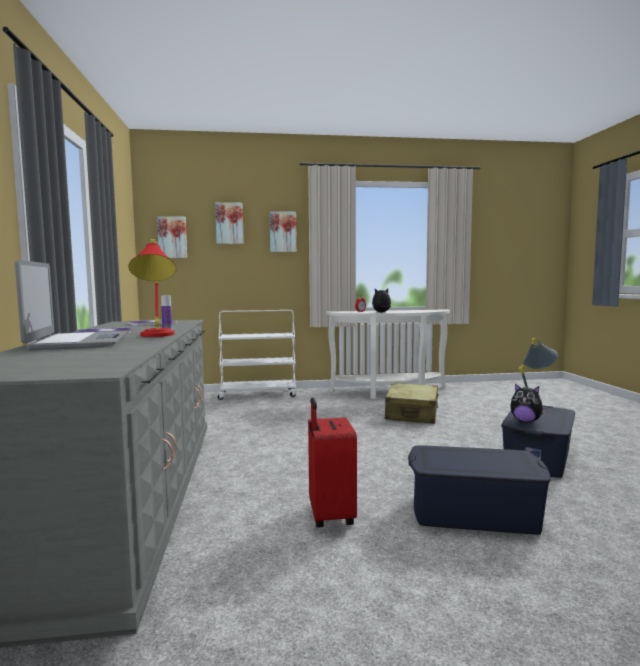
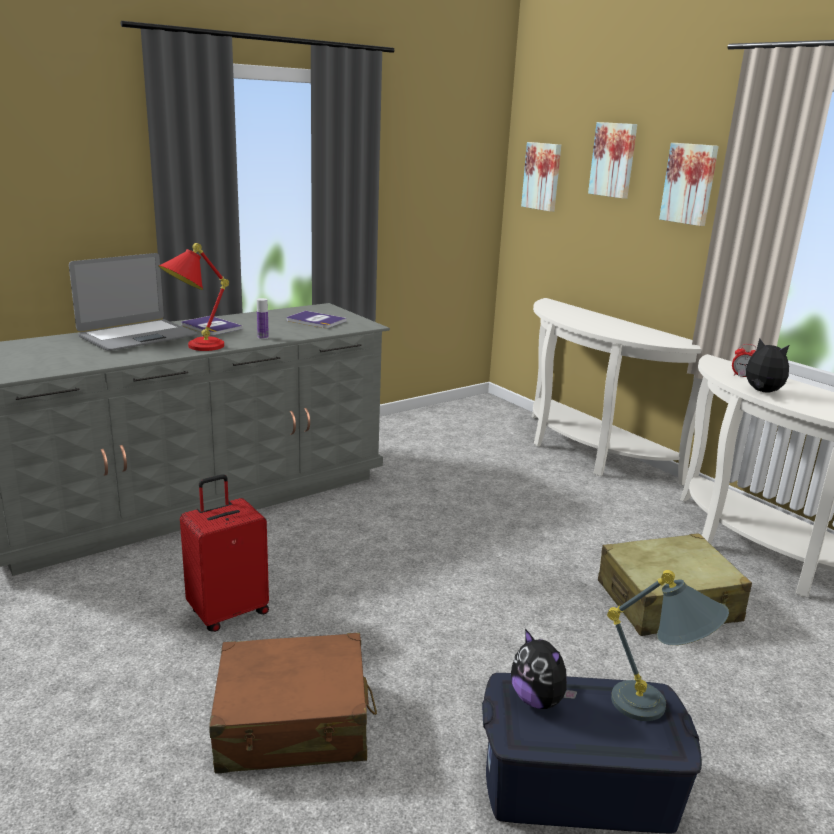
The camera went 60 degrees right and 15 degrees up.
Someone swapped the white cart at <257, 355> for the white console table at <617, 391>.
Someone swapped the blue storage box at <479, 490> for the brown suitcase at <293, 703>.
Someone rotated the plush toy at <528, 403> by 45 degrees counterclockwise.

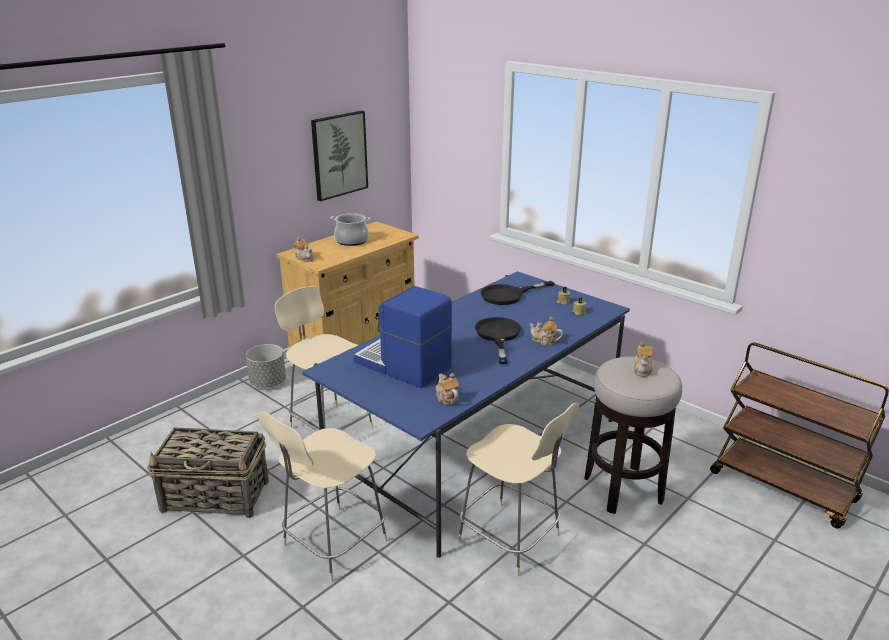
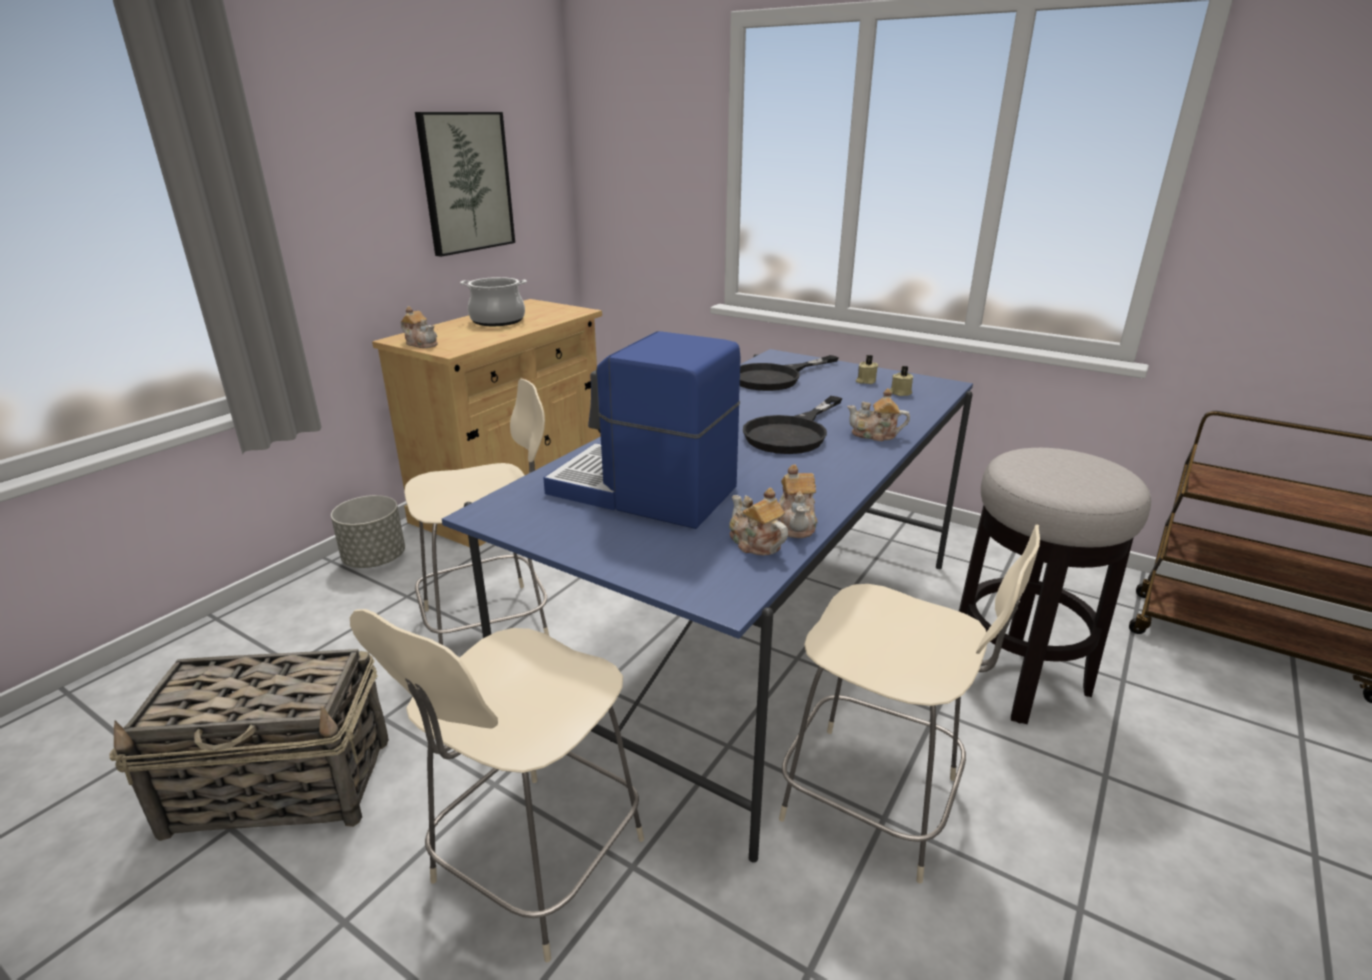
The camera went 10 degrees left and 0 degrees up.
Someone carried the teapot from <643, 359> to <798, 501>.
Someone rotated the beige chair at <324, 358> by 120 degrees clockwise.
Someone rotated the black frying pan at <498, 340> by 135 degrees counterclockwise.

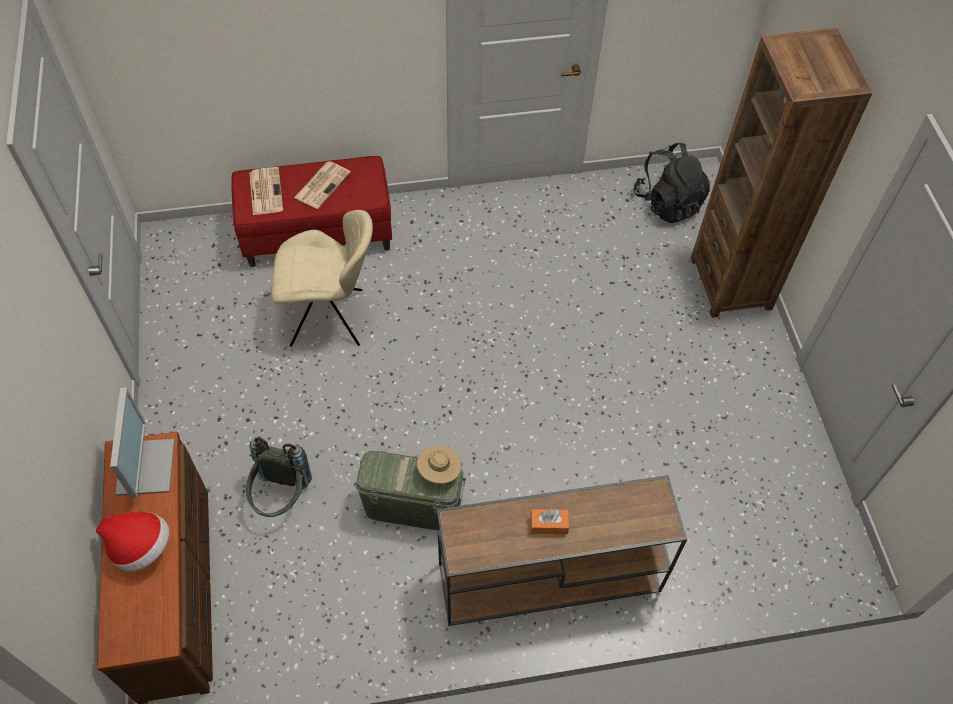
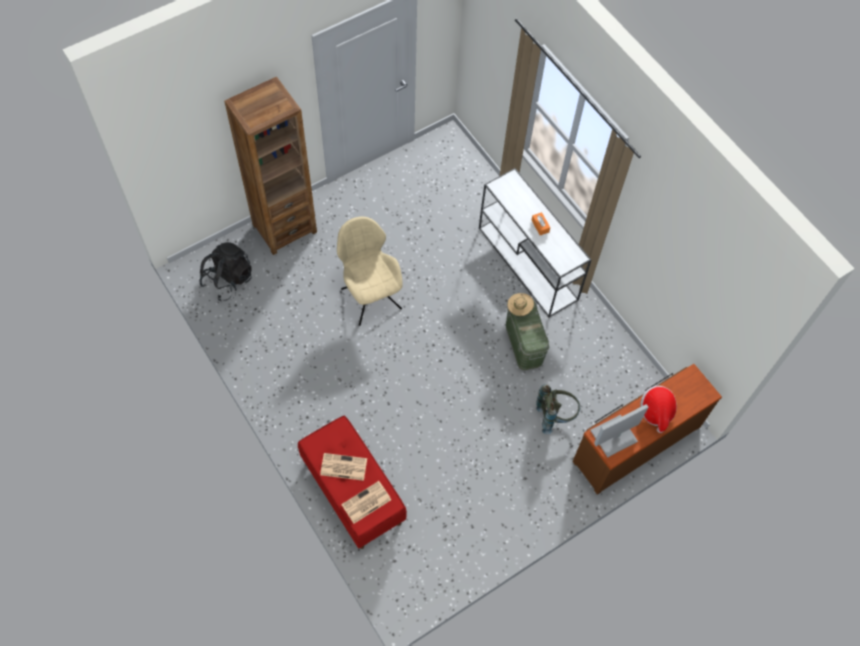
The camera went 115 degrees left and 5 degrees up.
Someone carried the beige chair from <322, 278> to <369, 271>.
Someone repainted the brown console table at <562, 550>, which became the white console table at <535, 242>.

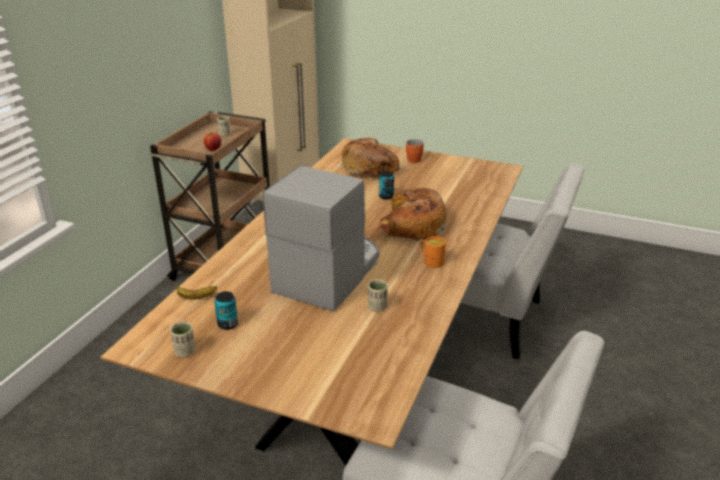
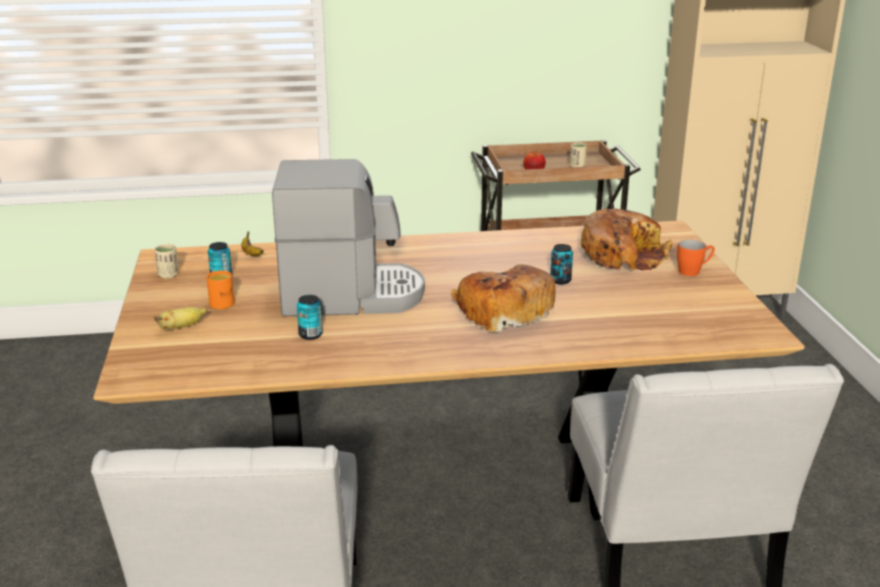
The camera went 60 degrees right and 5 degrees down.
Someone put down the banana at <180, 318>.
Someone carried the orange mug from <433, 252> to <220, 290>.
Someone swapped the beige cup at <378, 295> for the can at <310, 317>.

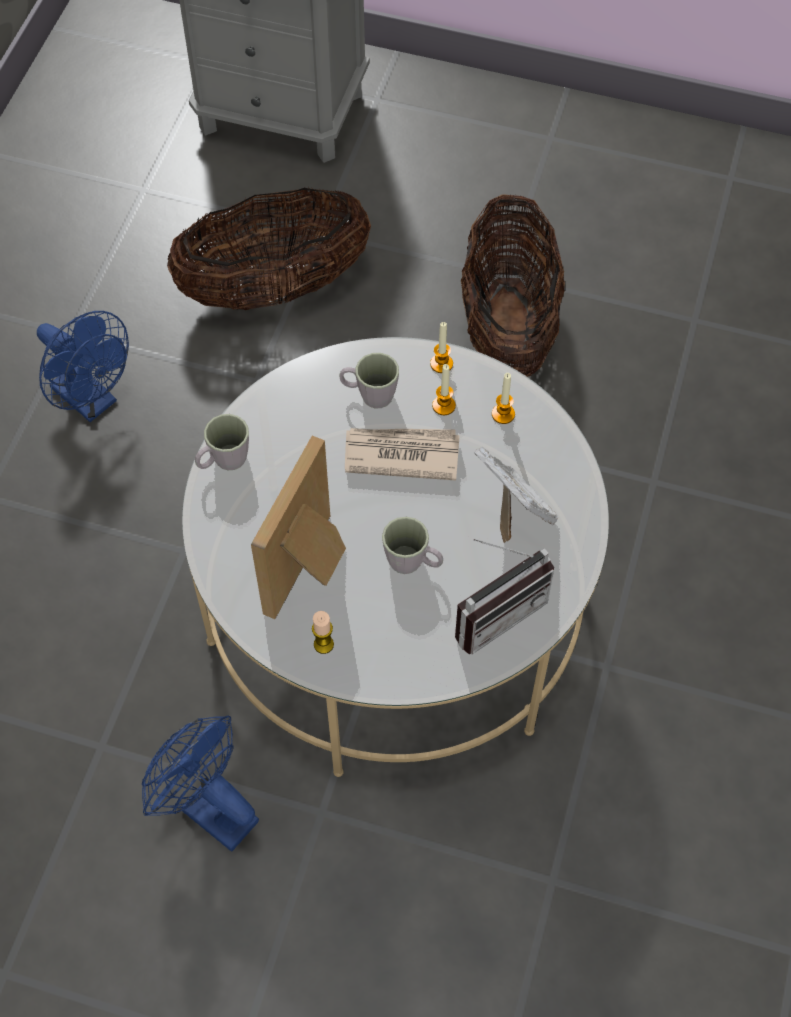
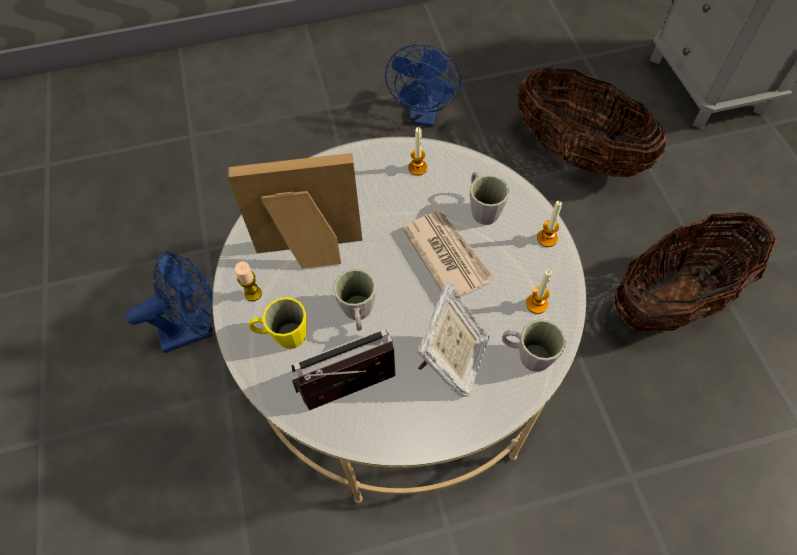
The camera went 60 degrees right and 0 degrees up.
Someone put down the yellow mug at <278, 323>.
Someone carried the grey mug from <222, 442> to <534, 345>.
Someone carried the candle from <444, 389> to <417, 151>.
Someone rotated the blue fan at <200, 784> by 60 degrees clockwise.
Someone rotated the radio at <504, 596> by 135 degrees clockwise.

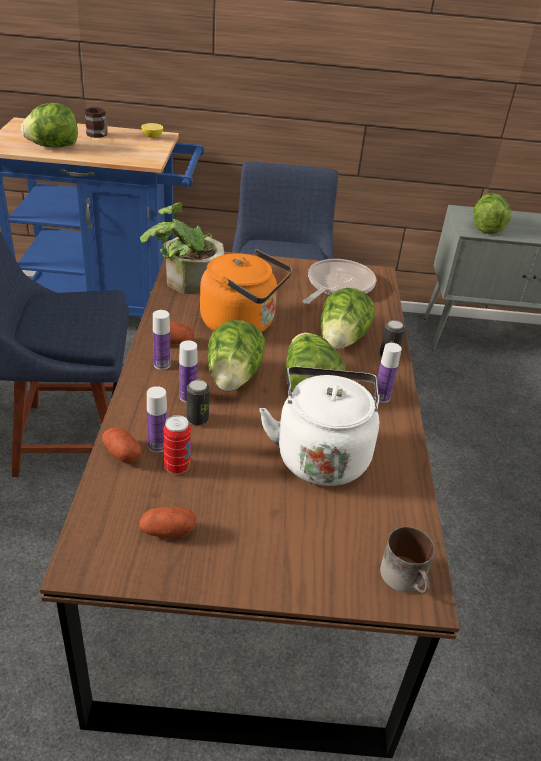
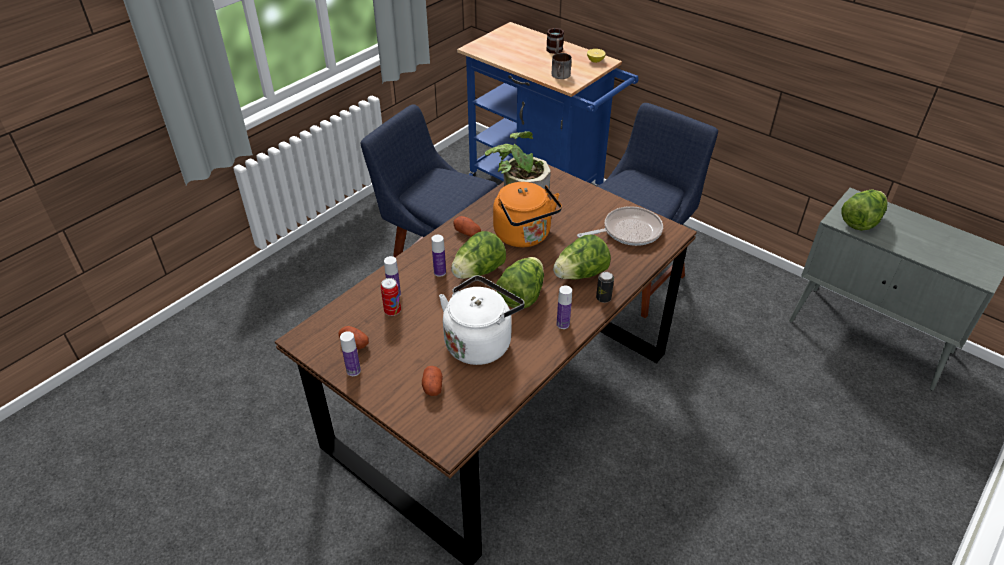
The camera went 40 degrees right and 5 degrees up.
Someone took away the lettuce at <49, 125>.
Someone took away the can at <198, 402>.
Someone carried the potato from <122, 445> to <432, 381>.
Someone carried the bottle from <162, 340> to <350, 353>.
Someone carried the mug from <407, 560> to <562, 66>.

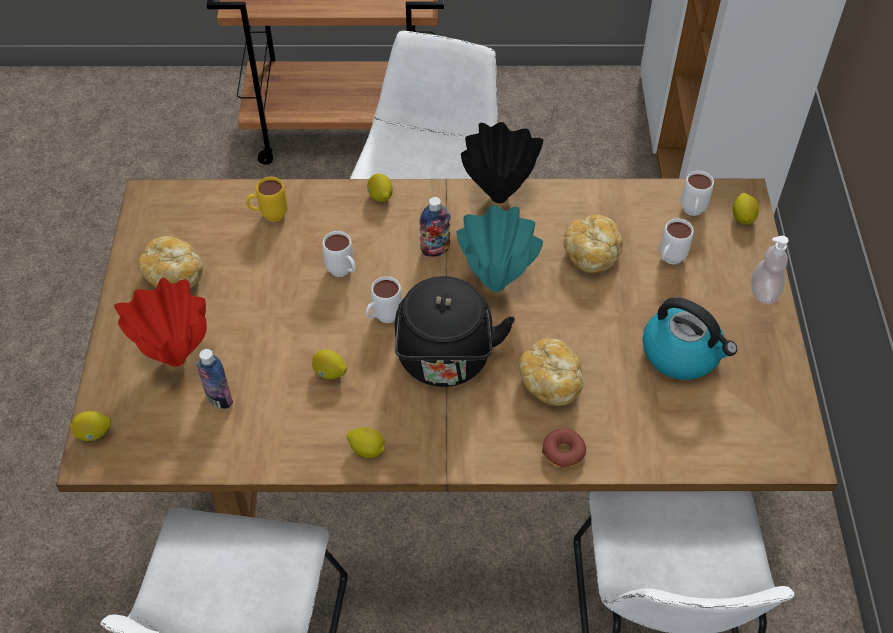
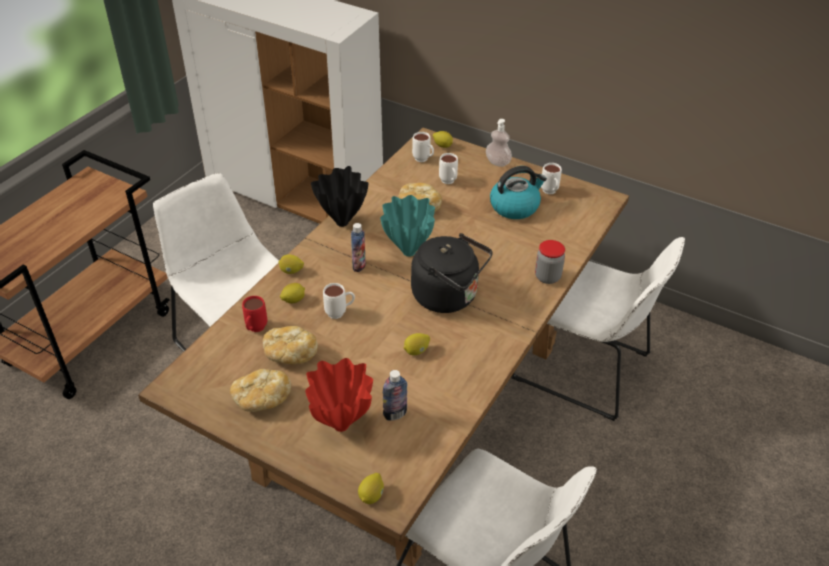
The camera went 60 degrees left and 10 degrees down.
Someone carried the lemon from <366, 442> to <292, 293>.
Someone carried the white mug from <383, 299> to <551, 178>.
Someone carried the bread from <551, 372> to <290, 345>.
Someone swapped the donut at <564, 448> for the jar at <550, 262>.
Someone repainted the yellow mug at <266, 199>, which became the red mug at <254, 314>.

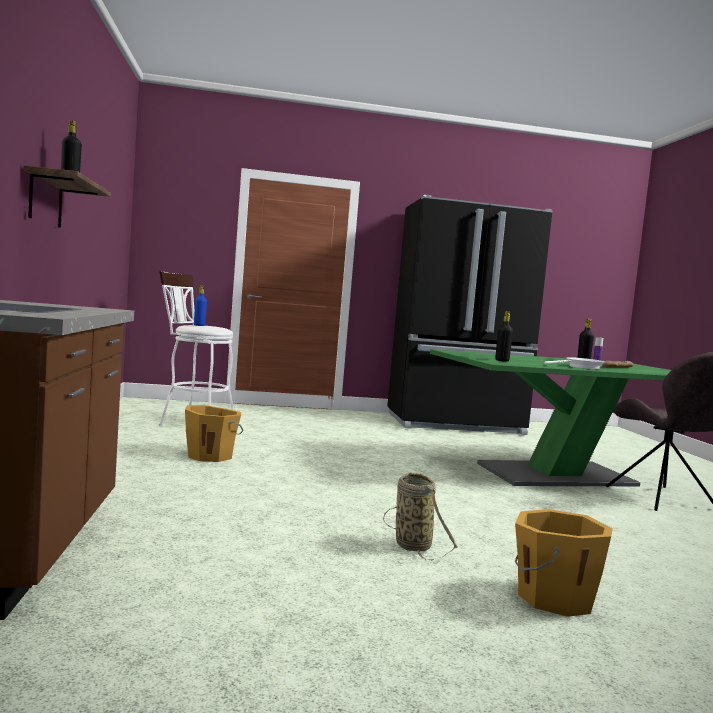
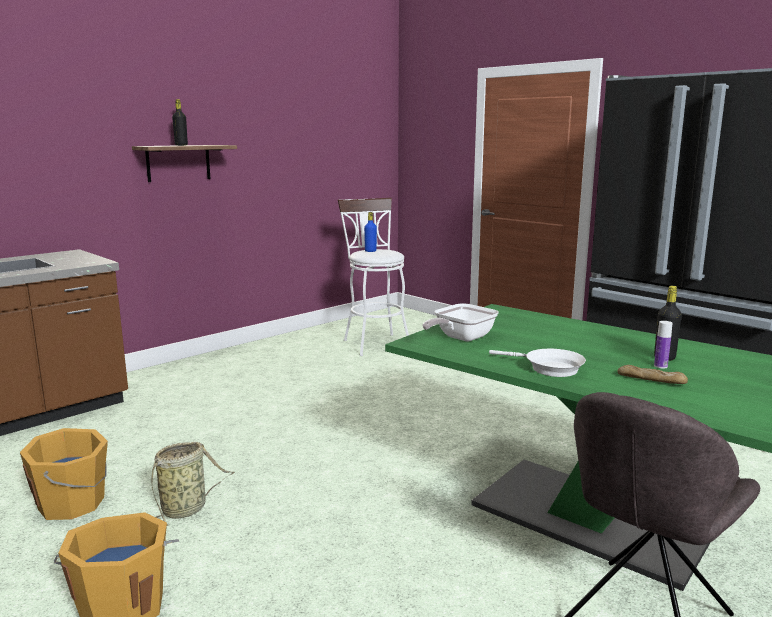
The camera went 55 degrees right and 10 degrees up.
Someone carried the orange bucket from <214, 433> to <64, 474>.
Someone swapped the black bottle at <504, 336> for the frying pan at <460, 322>.

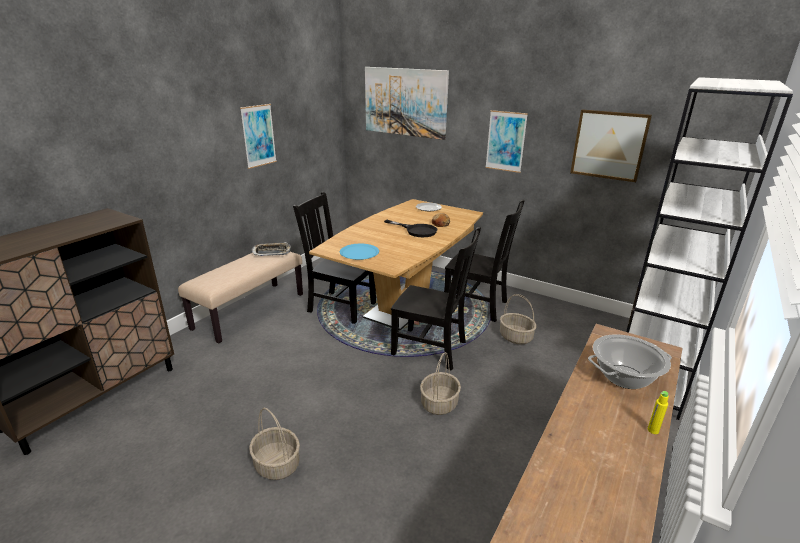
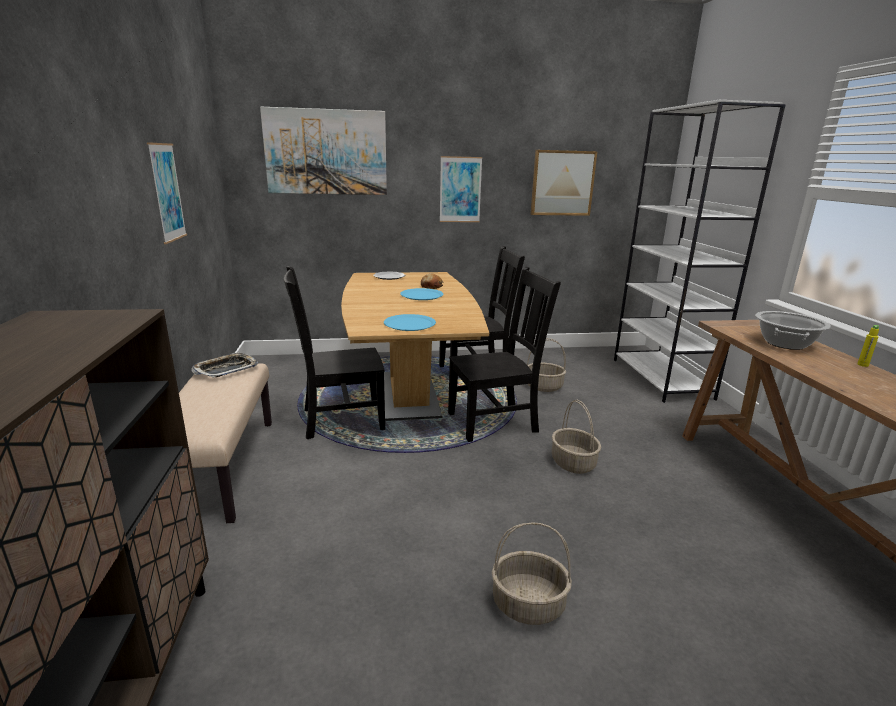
The camera went 40 degrees left and 5 degrees down.
Someone swapped the black frying pan at <410, 228> for the blue plate at <422, 294>.

